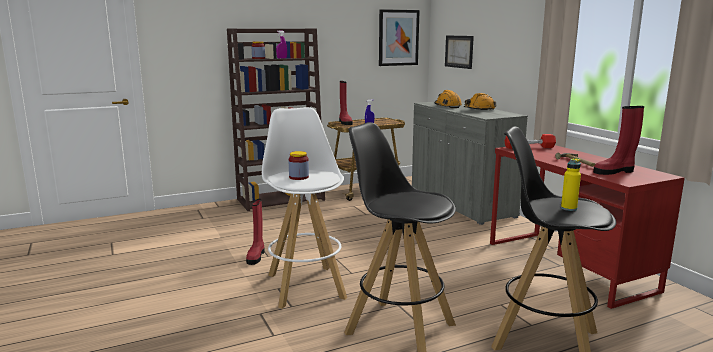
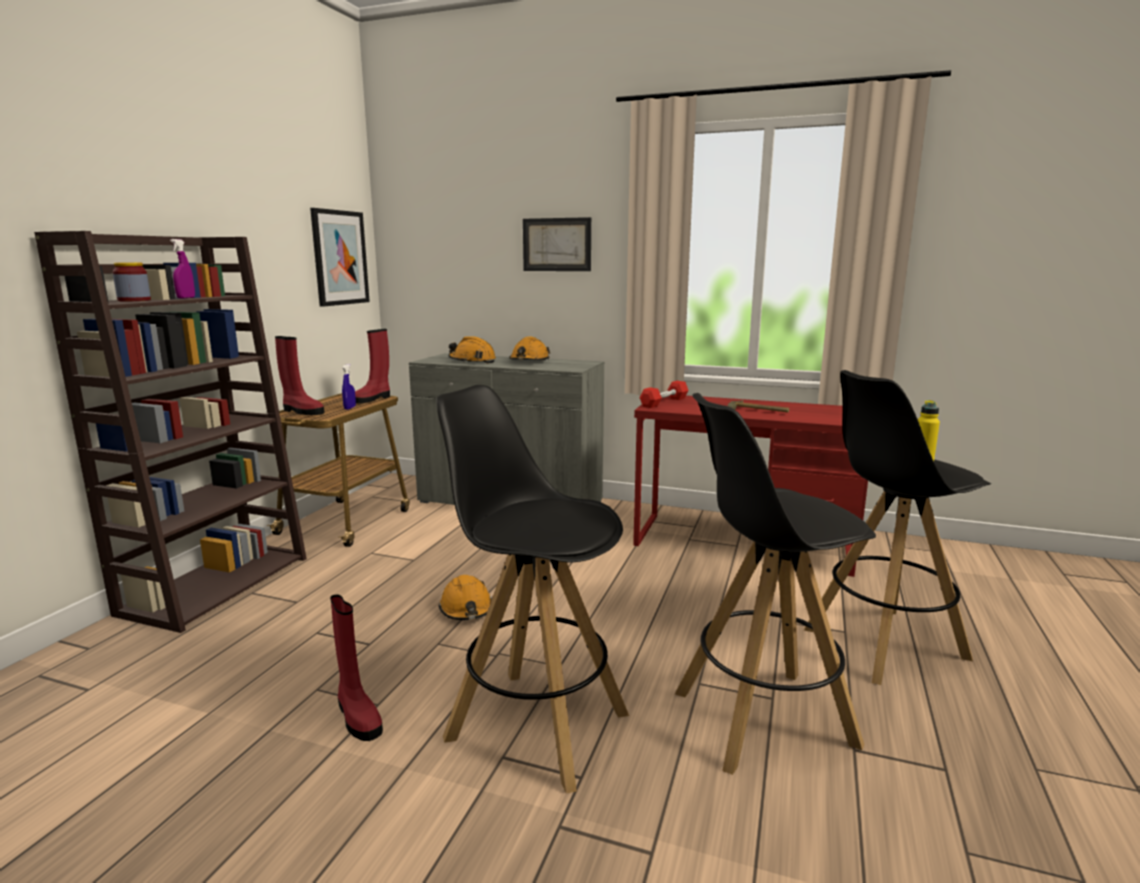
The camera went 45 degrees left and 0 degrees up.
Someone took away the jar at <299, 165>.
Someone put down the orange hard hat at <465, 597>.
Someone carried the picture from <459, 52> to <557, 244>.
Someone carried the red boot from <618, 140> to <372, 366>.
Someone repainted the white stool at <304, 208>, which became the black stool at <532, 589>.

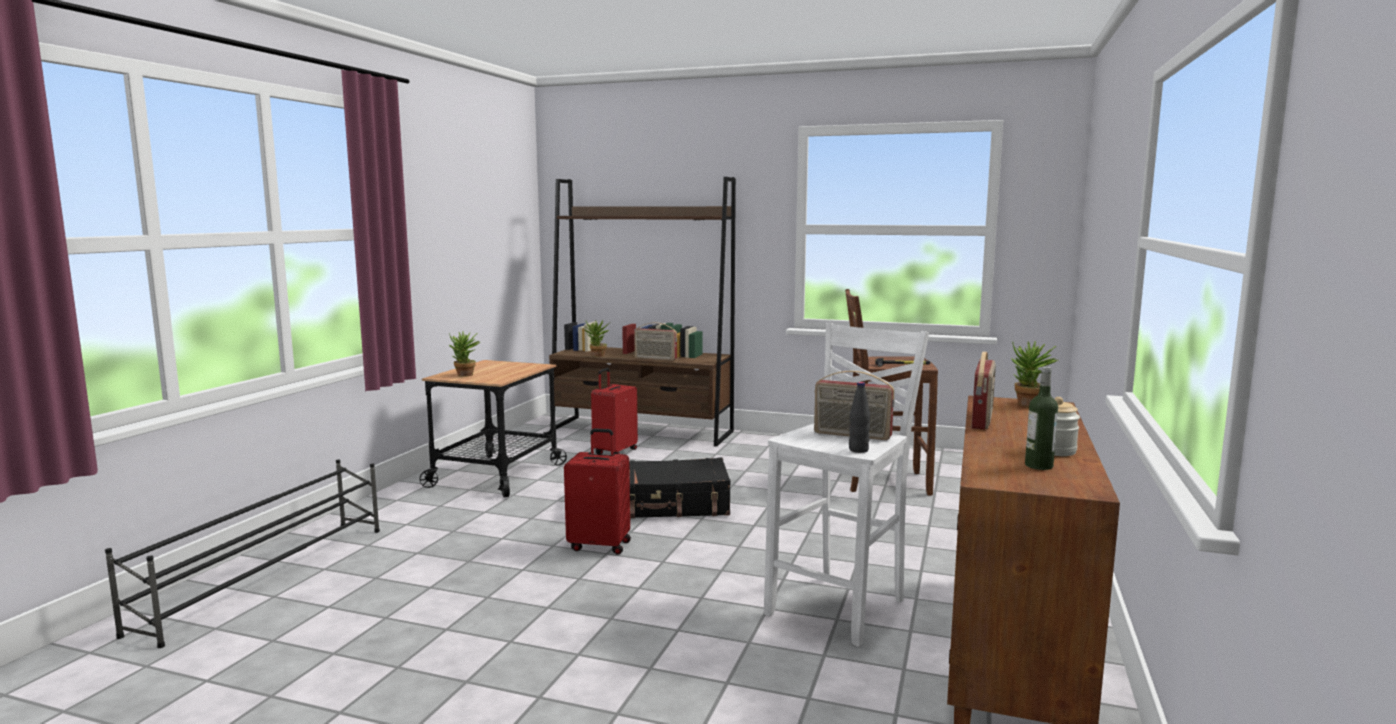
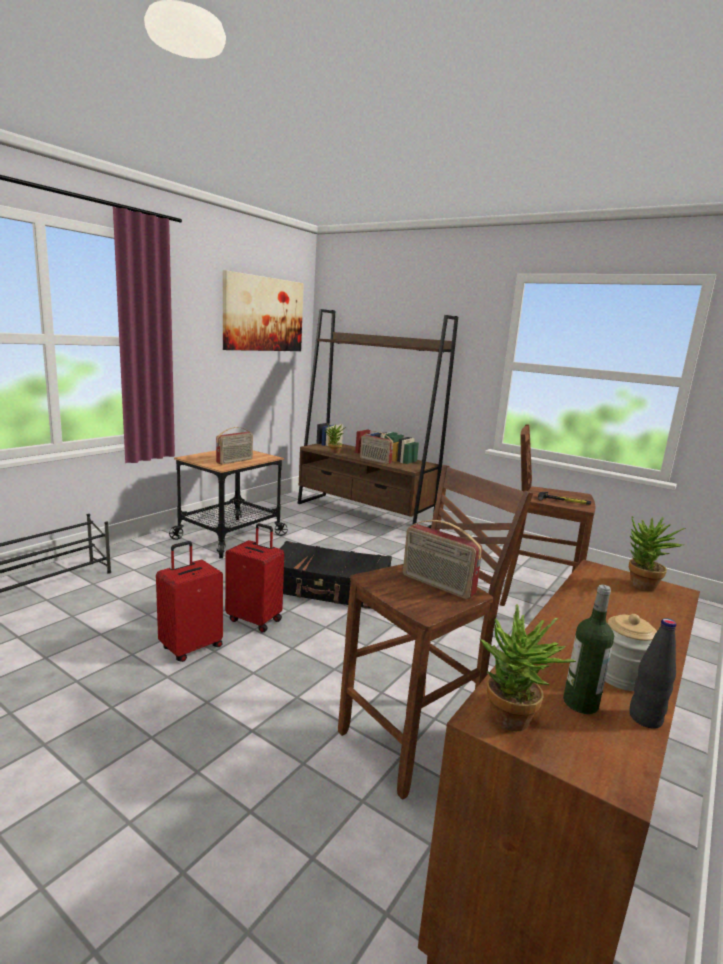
The camera went 15 degrees right and 5 degrees up.
Someone put up the picture at <263, 310>.
Someone carried the potted plant from <464, 354> to <528, 668>.
Someone carried the red suitcase from <614, 411> to <189, 601>.
Someone carried the black bottle from <859, 417> to <652, 673>.
Someone carried the radio from <983, 391> to <234, 446>.
Someone repainted the white stool at <846, 485>, which became the brown stool at <435, 632>.

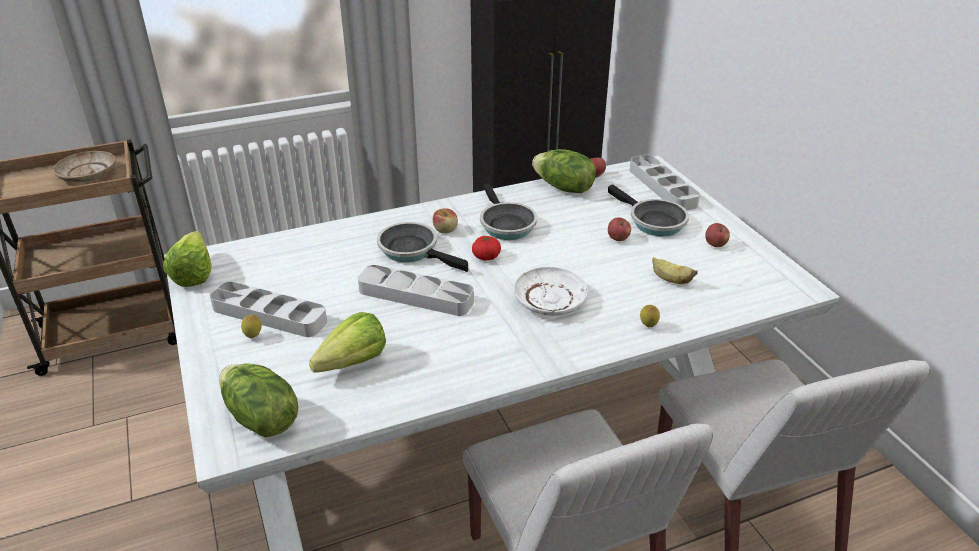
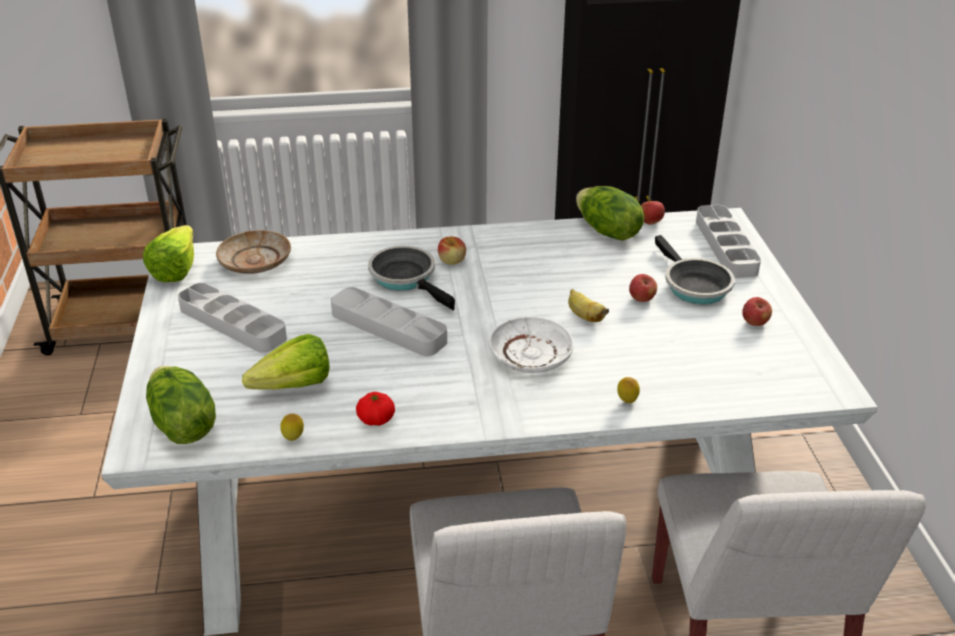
The camera went 15 degrees right and 0 degrees up.
Someone took away the frying pan at <508, 211>.
Someone carried the beige plate from <84, 166> to <253, 252>.
Someone carried the lemon from <251, 326> to <292, 427>.
Someone carried the tomato from <486, 248> to <375, 409>.
Someone carried the banana from <675, 270> to <588, 305>.

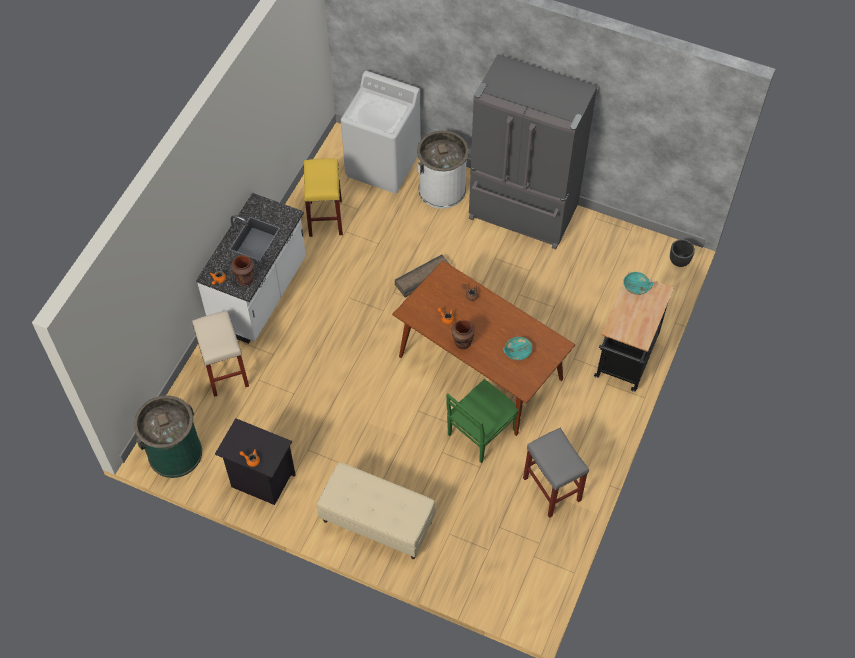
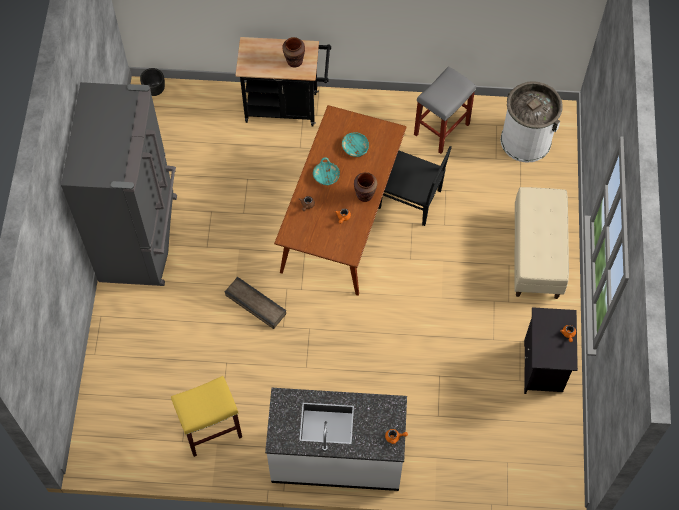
The camera went 110 degrees left and 5 degrees up.
Someone took away the green trash can at <168, 436>.
Someone took away the beige stool at <220, 354>.
Someone took away the white washing machine at <381, 132>.
Someone carried the brown vase from <242, 270> to <293, 52>.
Someone carried the white trash can from <443, 170> to <532, 122>.
Someone carried the turquoise bowl from <638, 283> to <326, 171>.
Someone repainted the green chair at <482, 421>, which became the black chair at <415, 186>.

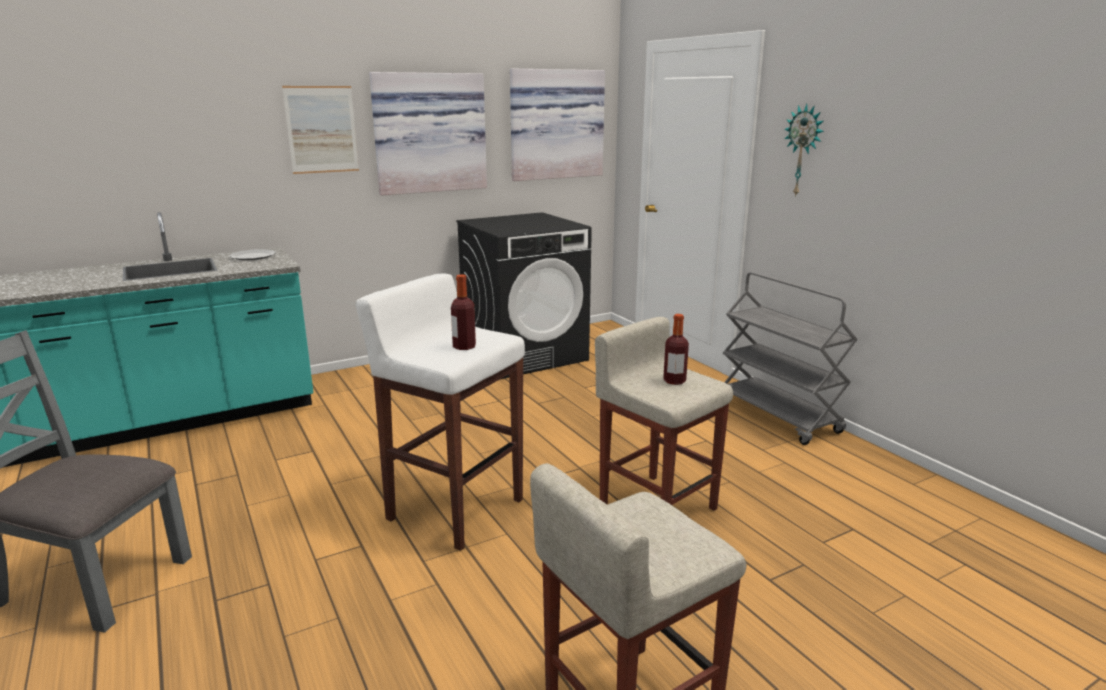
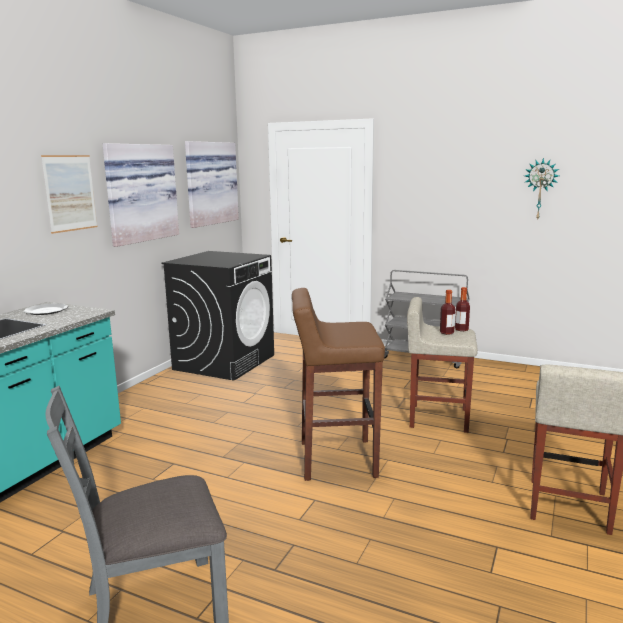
The camera went 35 degrees left and 5 degrees down.
Someone carried the bottle from <463, 312> to <462, 309>.
Someone carried the wall clock from <804, 150> to <542, 189>.
Someone repainted the white stool at <440, 412>, which became the brown stool at <338, 384>.

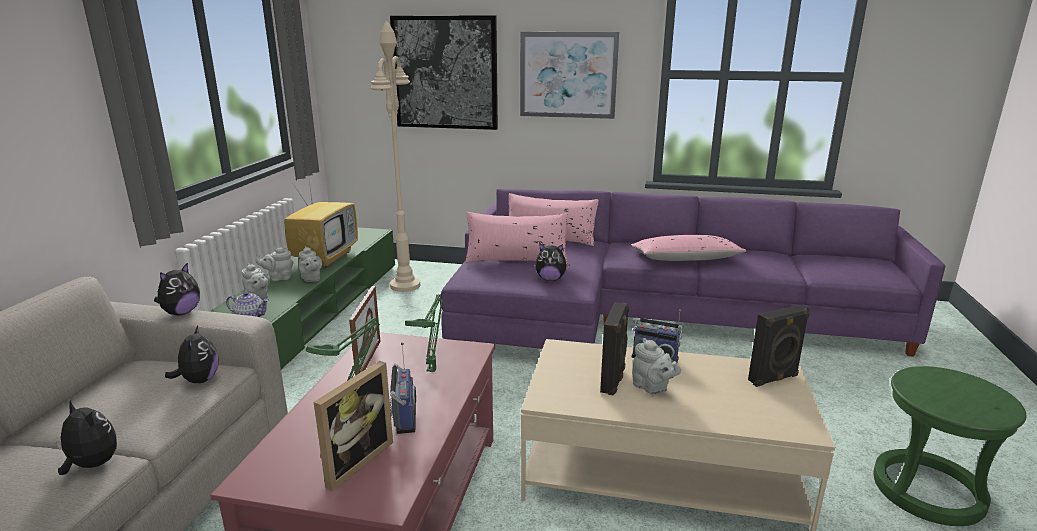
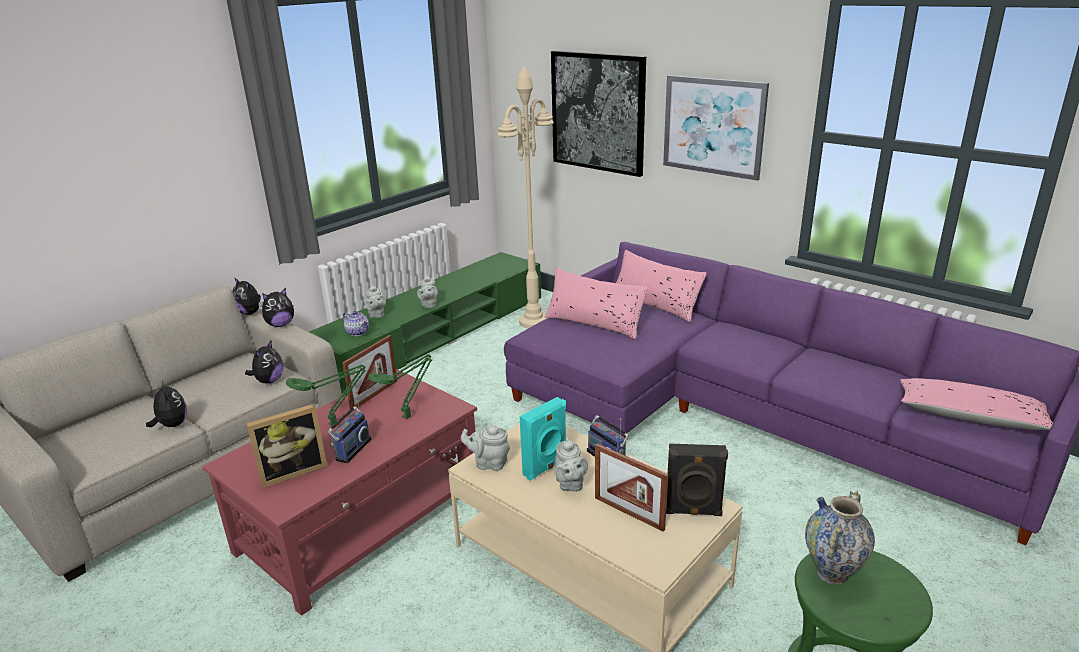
The camera went 30 degrees right and 5 degrees up.
Someone took away the television at <321, 220>.
Someone put down the picture frame at <631, 487>.
Someone put down the vase at <840, 538>.
Someone carried the grey teapot from <274, 264> to <485, 448>.
Someone carried the plush toy from <552, 262> to <247, 296>.
Someone carried the pink pillow from <689, 248> to <976, 404>.
Someone repainted the black speaker at <614, 348>, which became the turquoise speaker at <543, 439>.

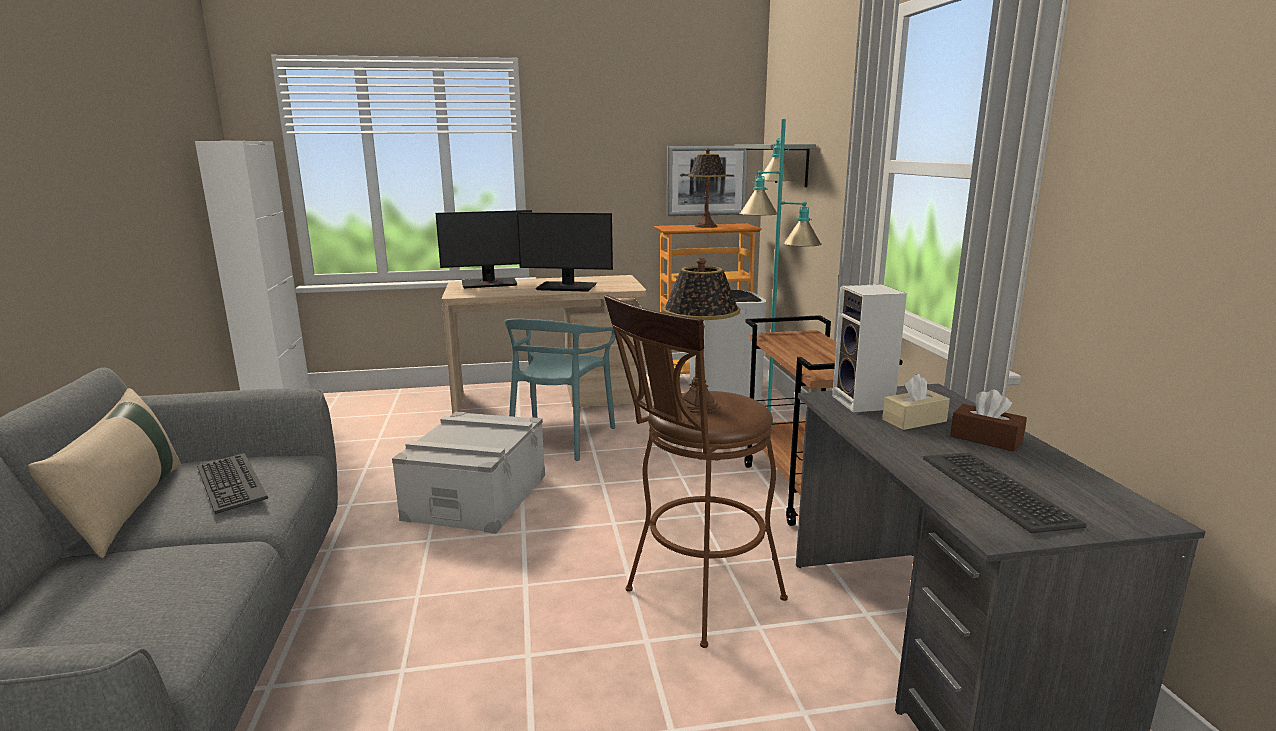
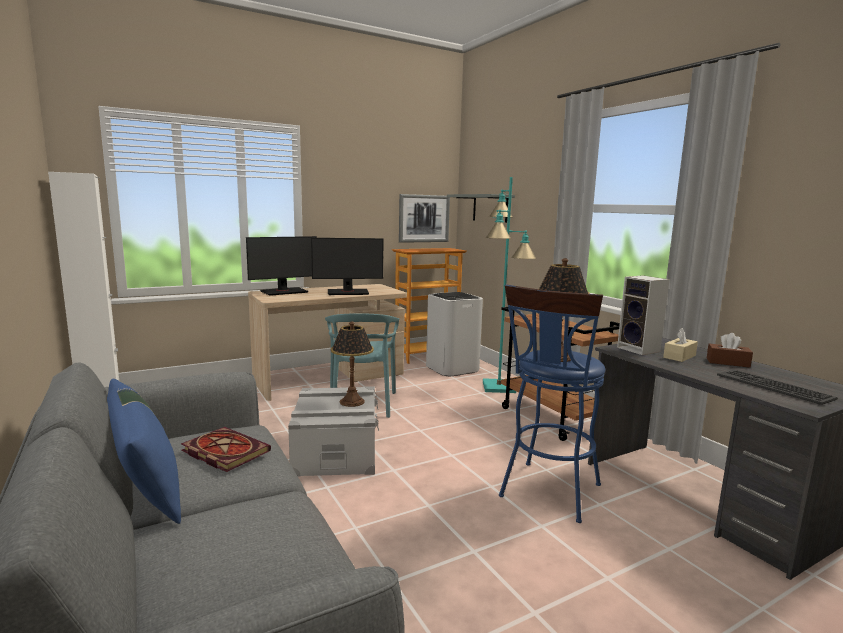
The camera went 20 degrees left and 5 degrees down.
Someone carried the table lamp from <707, 188> to <352, 364>.
Someone swapped the keyboard at <232, 483> for the book at <226, 449>.
Someone repainted the beige pillow at <104, 473>, which became the blue pillow at <144, 451>.
Someone repainted the brown stool at <696, 471>, which became the blue stool at <552, 403>.

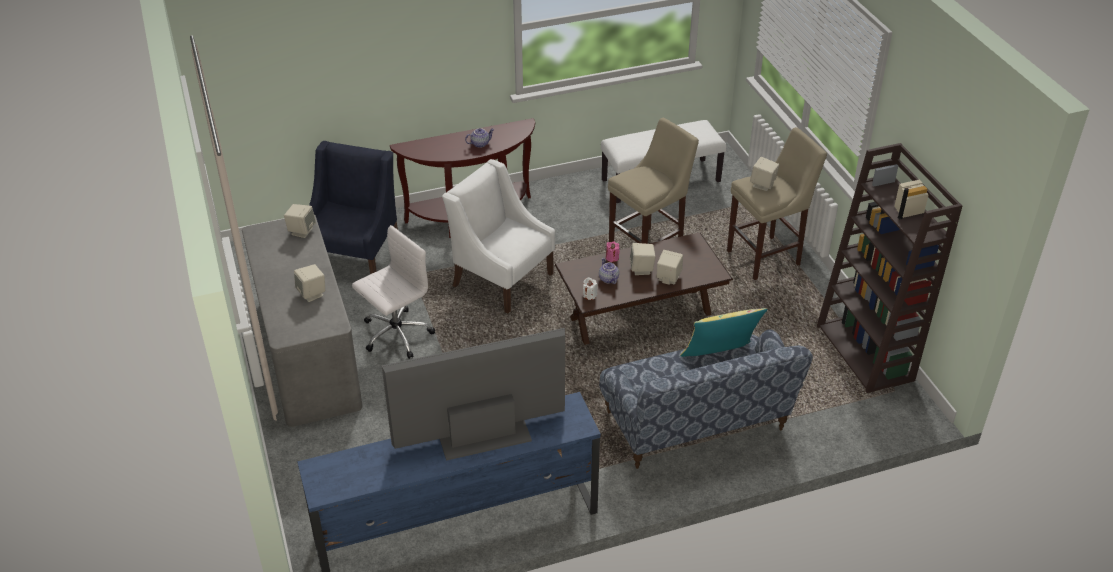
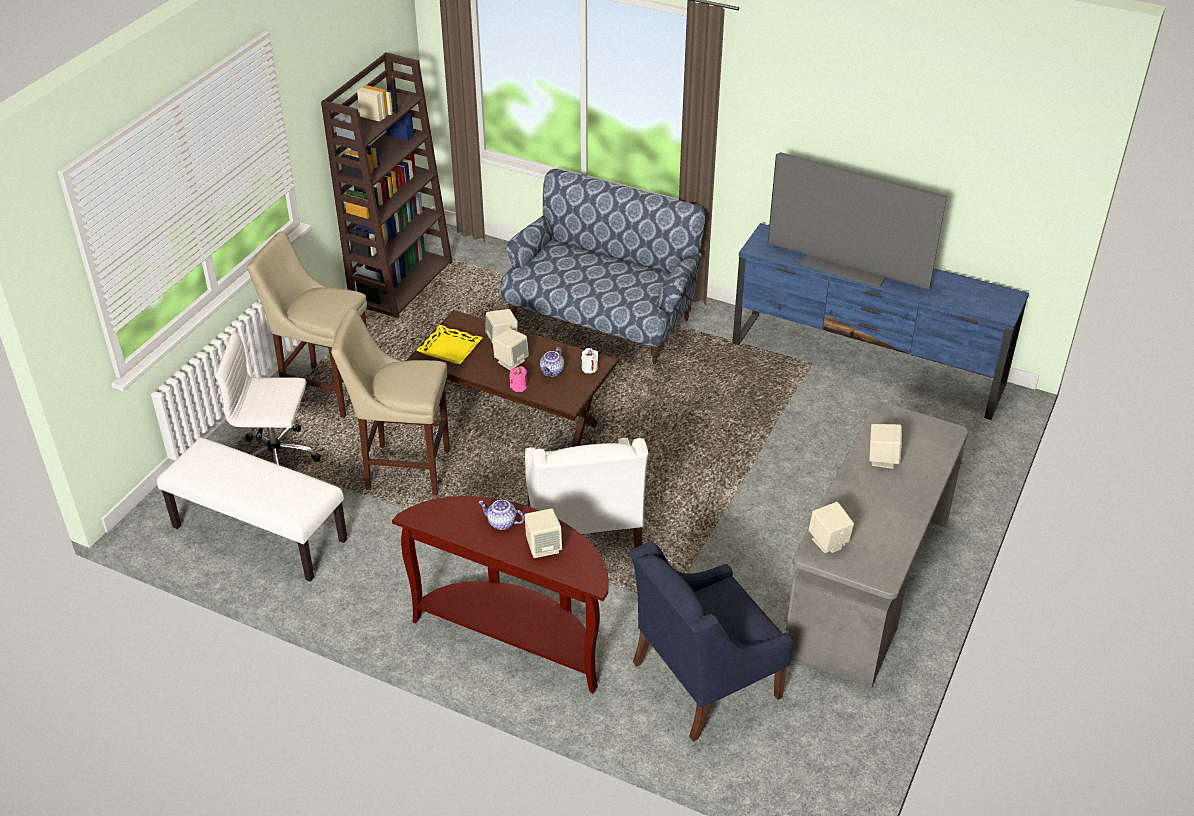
The camera went 135 degrees left and 0 degrees up.
Someone took away the yellow pillow at <723, 332>.
Someone put down the yellow tray at <449, 344>.
Someone carried the white office chair from <393, 292> to <268, 398>.
Someone carried the beige speaker from <764, 174> to <543, 533>.

